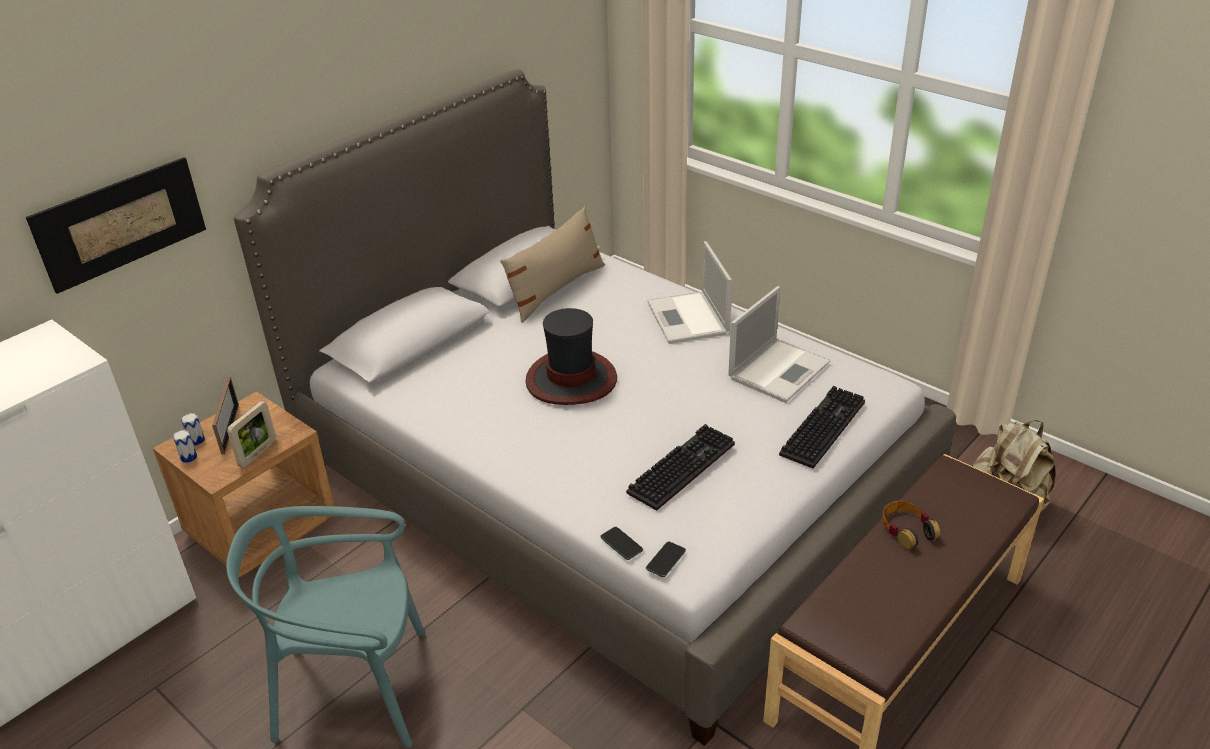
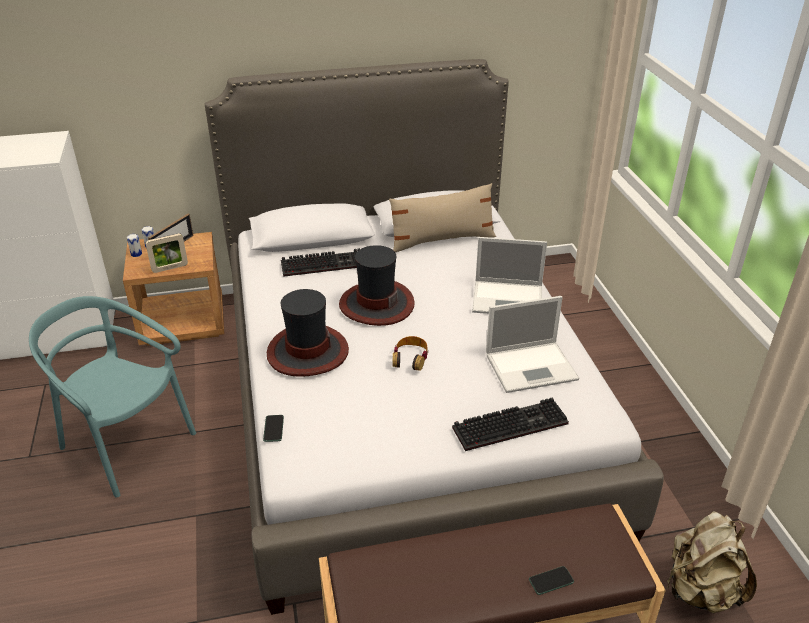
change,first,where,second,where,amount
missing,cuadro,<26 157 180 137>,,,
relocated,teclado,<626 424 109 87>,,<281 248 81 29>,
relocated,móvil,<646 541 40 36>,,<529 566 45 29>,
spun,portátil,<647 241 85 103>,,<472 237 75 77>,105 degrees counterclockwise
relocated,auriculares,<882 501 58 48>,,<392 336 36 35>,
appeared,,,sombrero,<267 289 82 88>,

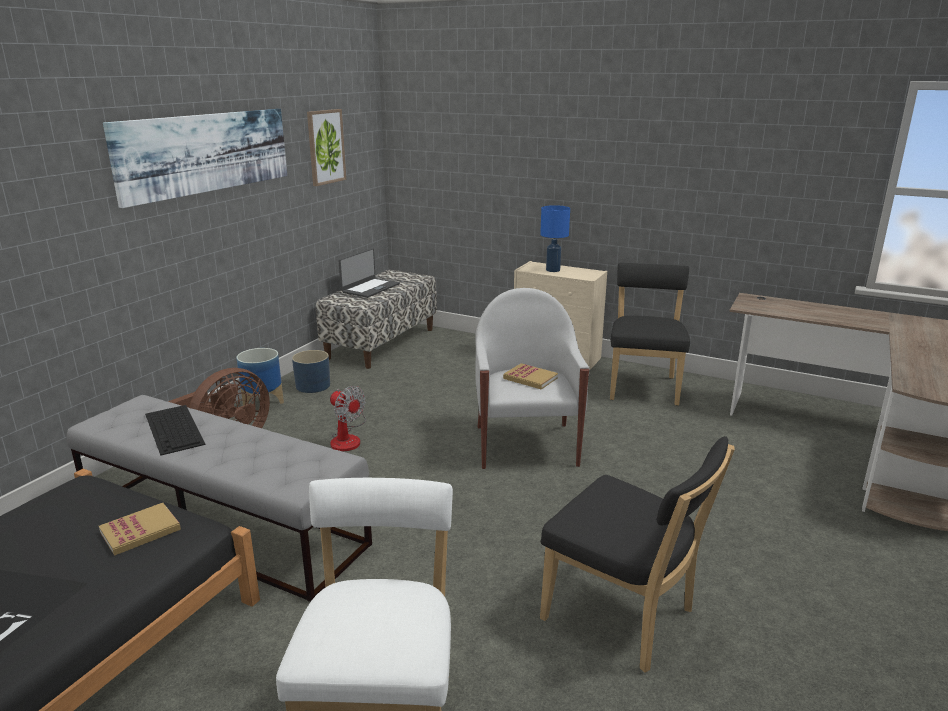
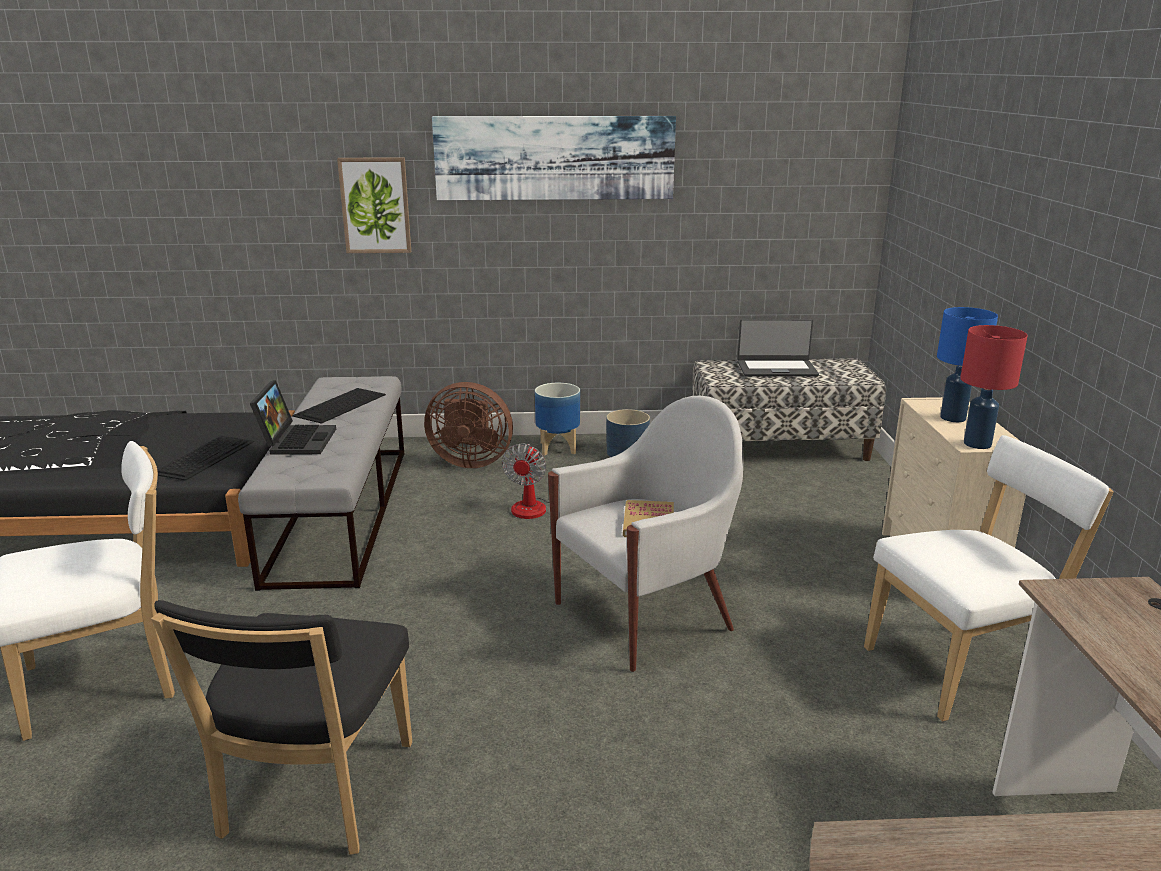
change,first,where,second,where,amount
exchanged,libro,<99 503 82 53>,teclado,<157 436 97 45>,
relocated,cuadro,<307 109 39 77>,,<337 157 74 96>,
colour,silla/negro,<610 263 80 143>,silla/blanco,<864 435 250 286>,
appeared,,,portátil,<250 380 86 75>,
appeared,,,lámpara de mesa/rojo,<960 325 68 124>,

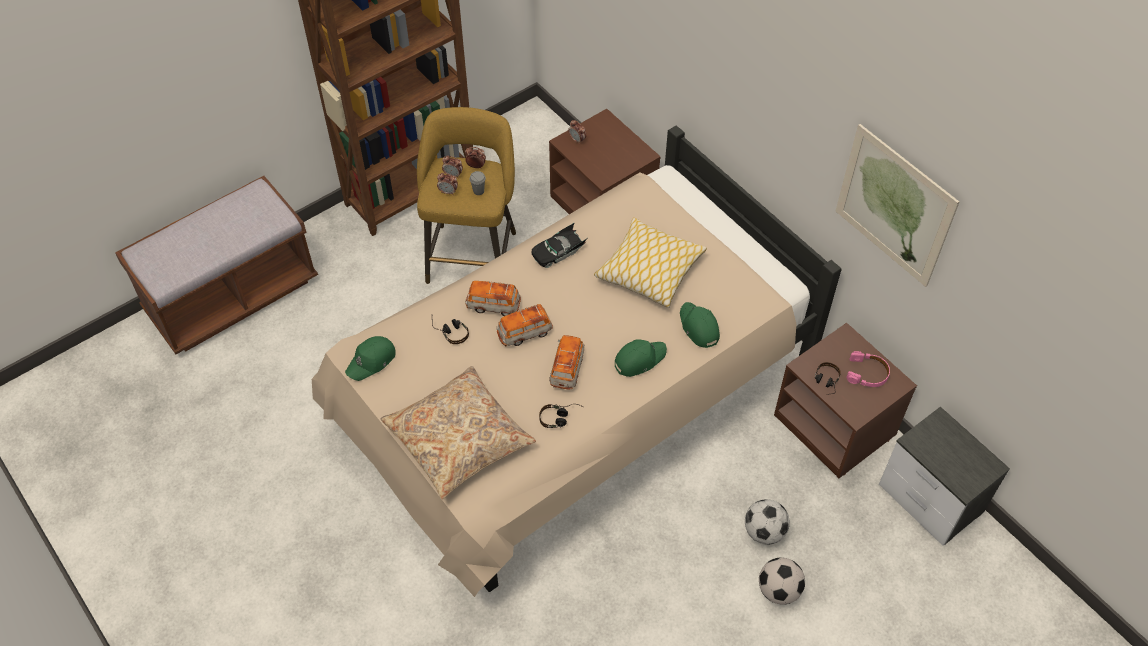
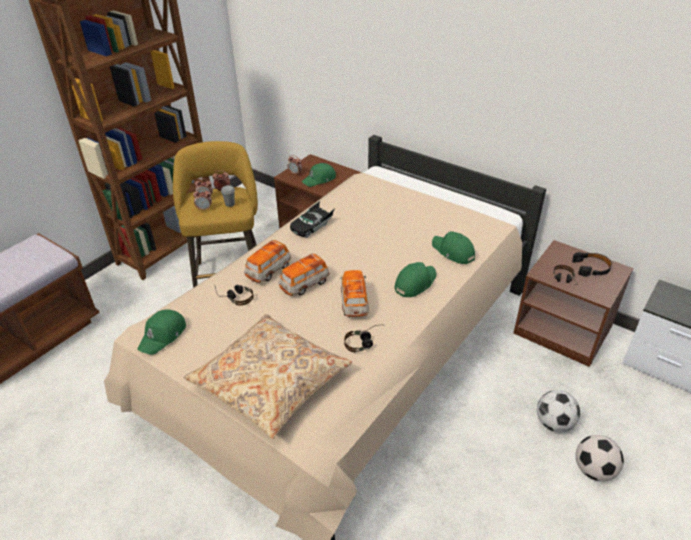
change,first,where,second,where,amount
spun,coche de juguete,<465 281 56 35>,,<244 240 47 43>,45 degrees counterclockwise
missing,cojín,<594 217 113 91>,,,
missing,cuadro,<836 124 123 163>,,,
colour,auriculares/rosa,<846 351 44 36>,auriculares/negro,<572 252 40 25>,
appeared,,,gorra/verde,<301 163 35 24>,

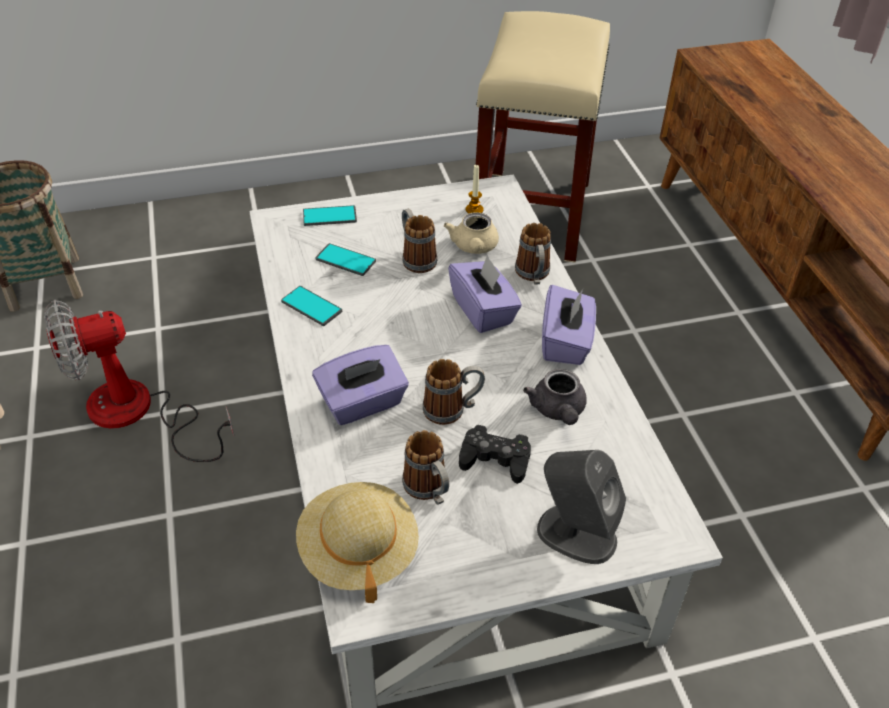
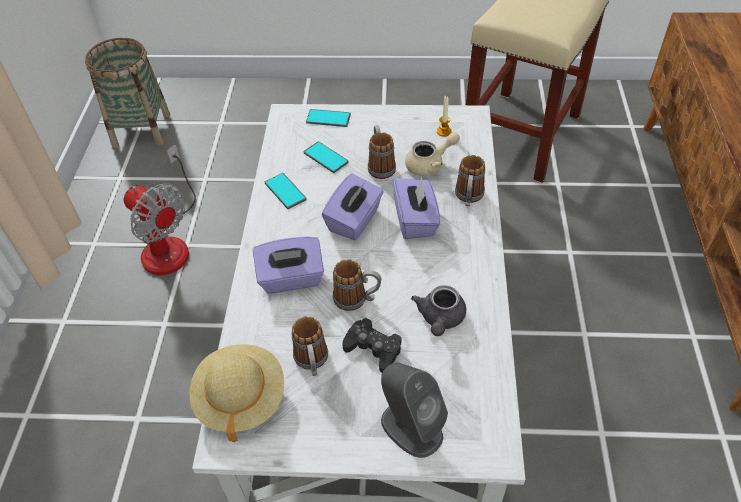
change,first,where,second,where,amount
spun,ventilador,<44 300 190 162>,,<124 144 72 131>,135 degrees counterclockwise
spun,tetera/beis,<444 212 55 42>,,<405 132 55 44>,135 degrees counterclockwise
relocated,caja de pañuelos/morado,<542 285 54 80>,,<322 173 62 67>,

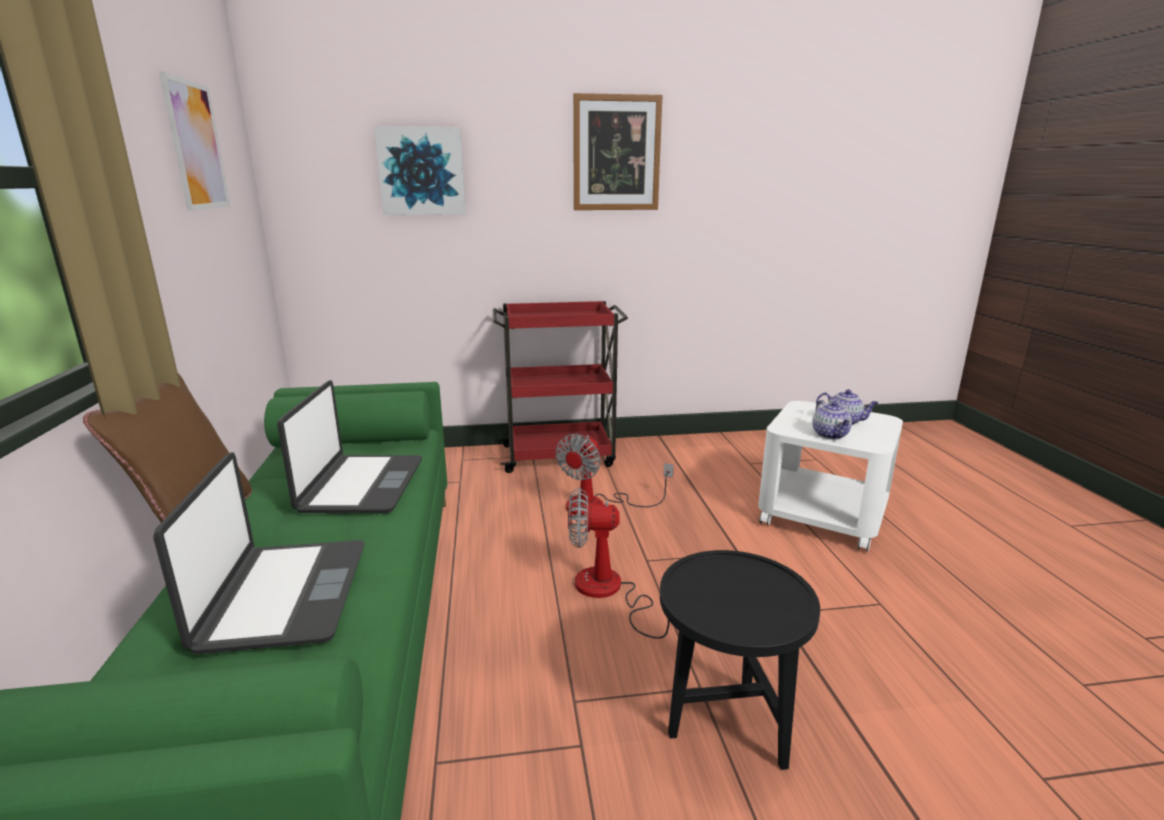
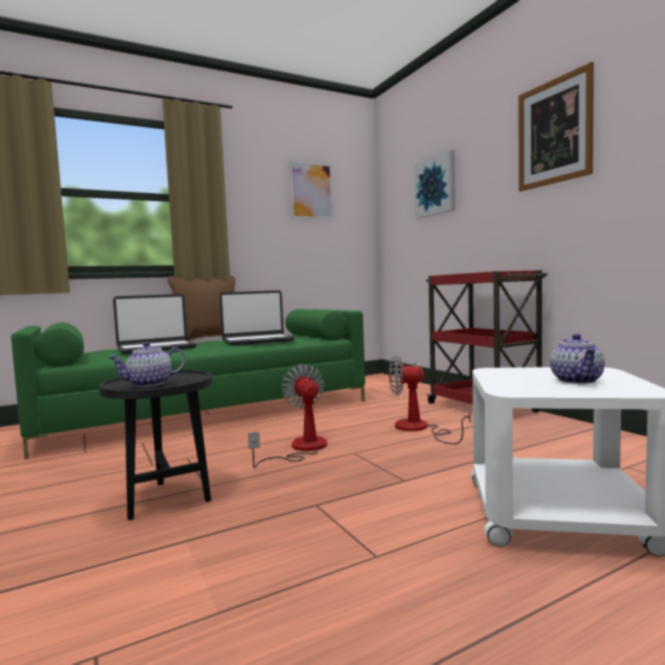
change,first,where,second,where,amount
relocated,tetera,<812 400 40 39>,,<108 342 77 45>,

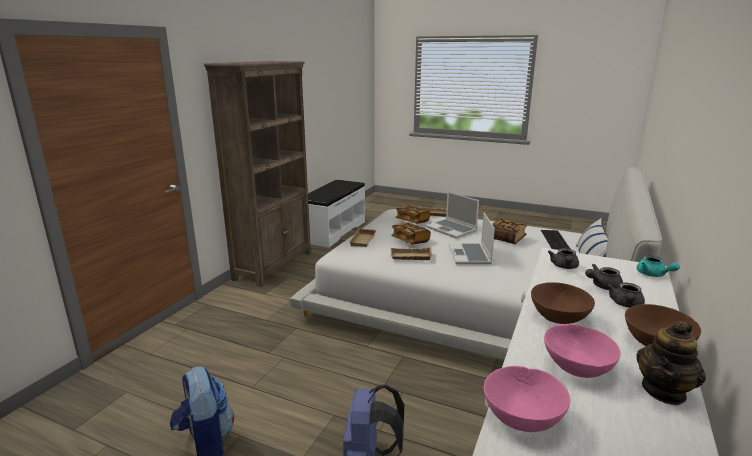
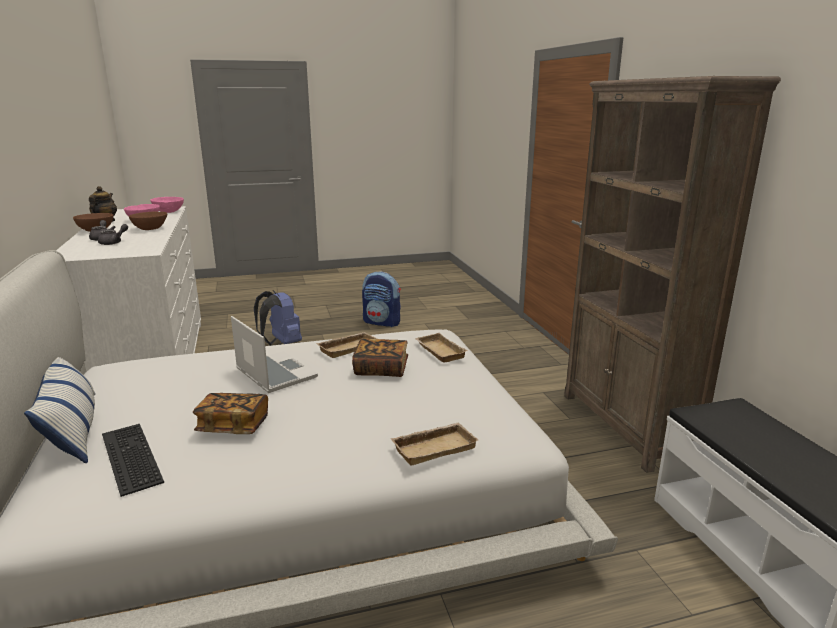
change,first,where,second,where,amount
missing,libro,<395 205 35 19>,,,
missing,portátil,<426 191 53 47>,,,
missing,tetera/gris,<548 248 31 21>,,,
missing,tetera/turquesa,<636 255 44 22>,,,

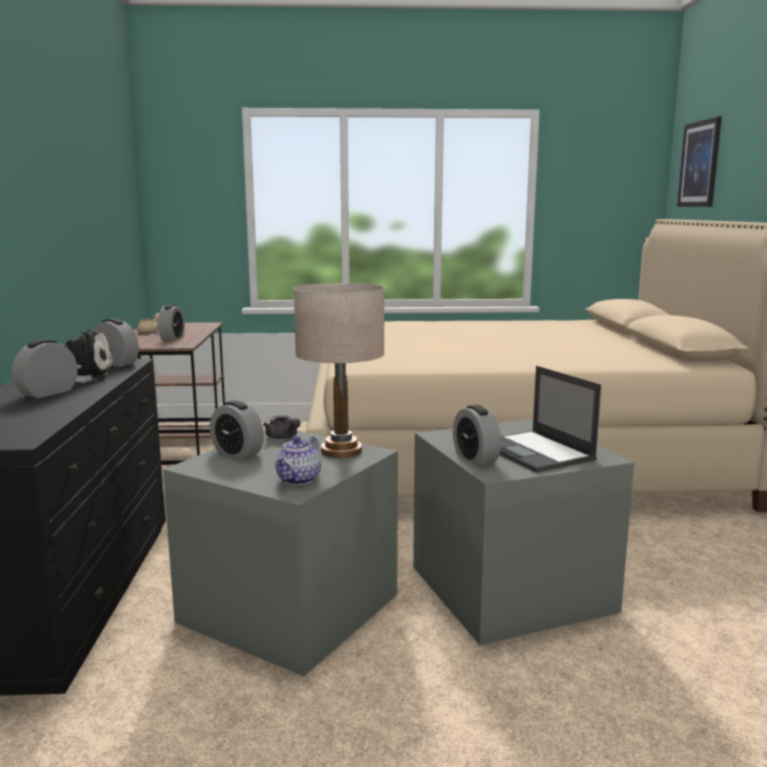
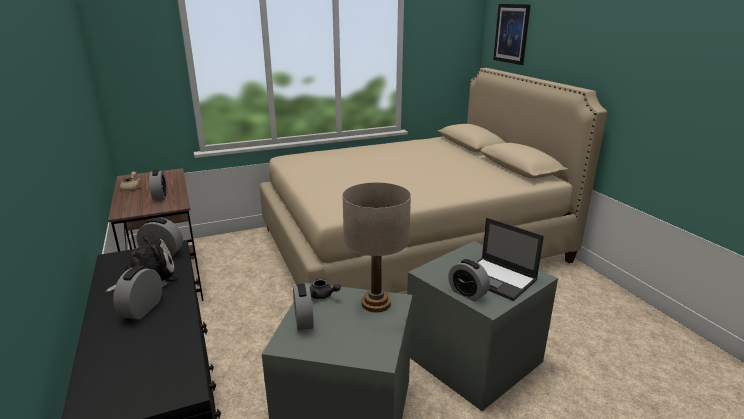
change,first,where,second,where,amount
spun,despertador,<210 400 54 59>,,<293 283 21 48>,120 degrees counterclockwise
missing,tetera,<275 437 46 48>,,,

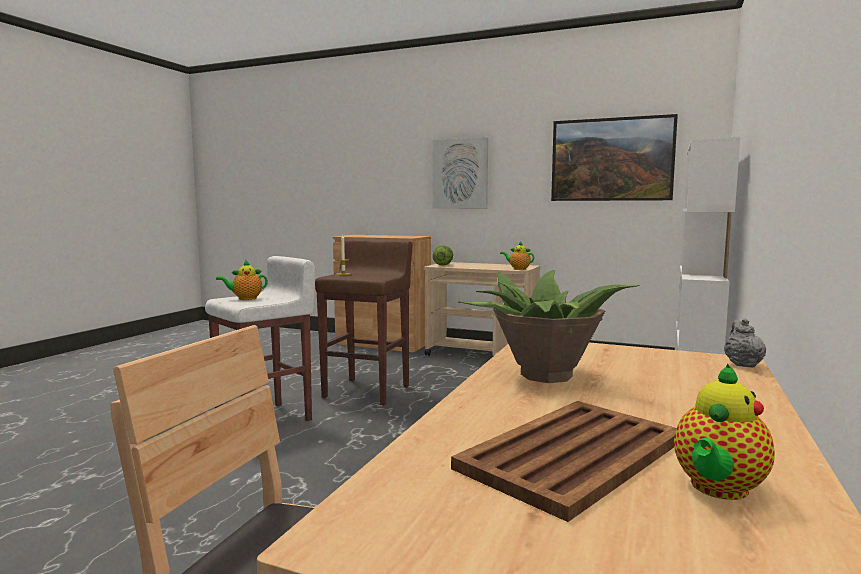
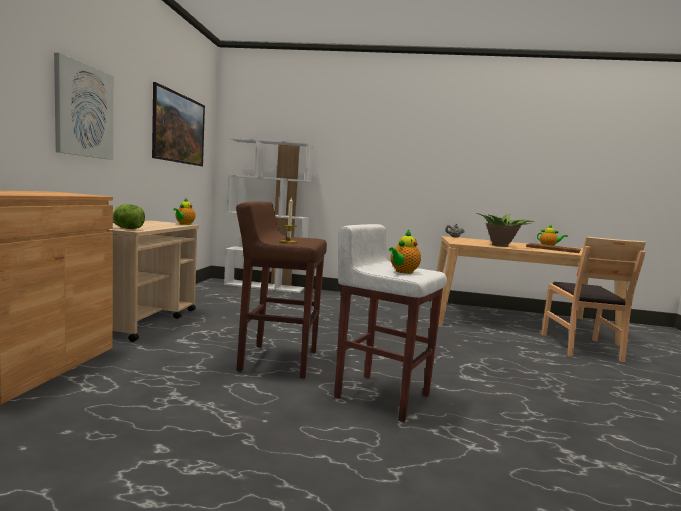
change,first,where,second,where,amount
spun,tetera,<216 260 52 40>,,<389 230 32 44>,75 degrees clockwise

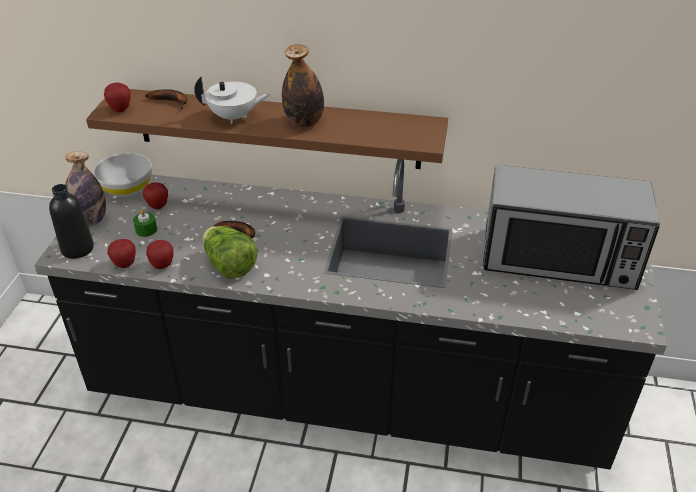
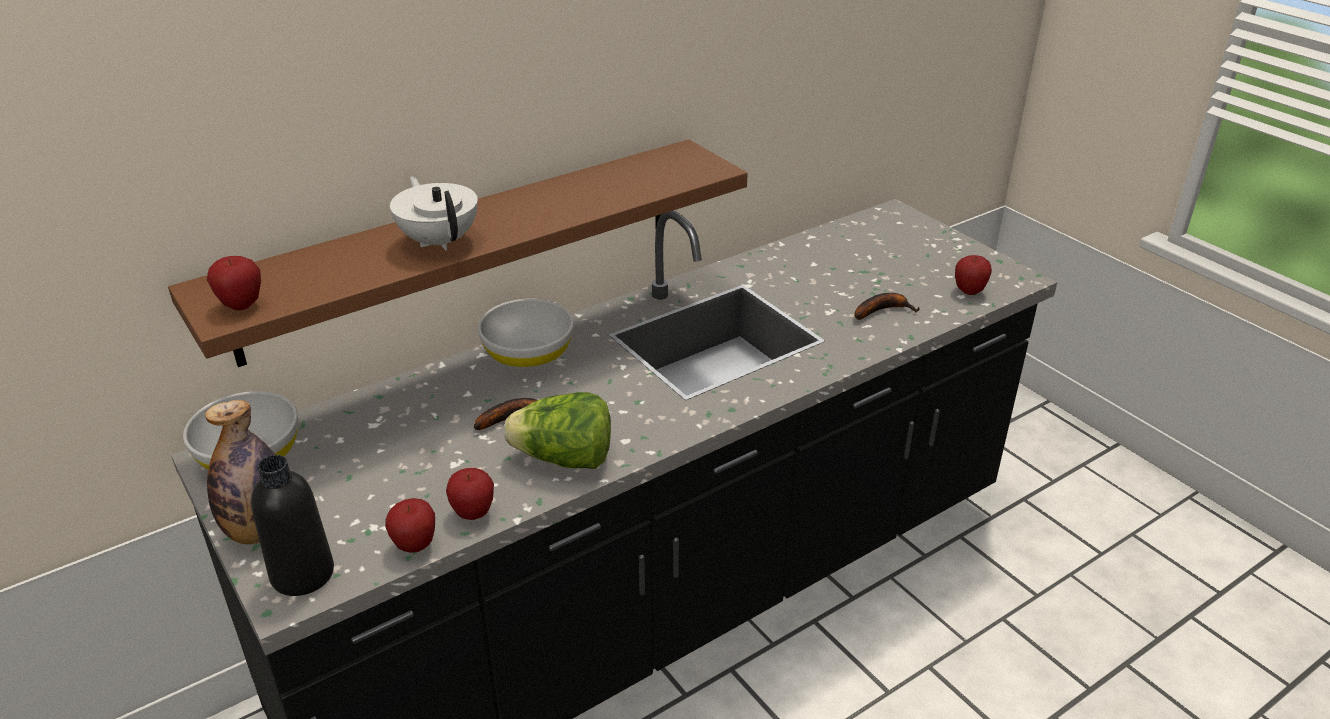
change,first,where,second,where,amount
missing,vela/verde,<133 209 24 28>,,,
relocated,manzana,<142 183 26 26>,,<955 255 37 40>,
relocated,plátano,<145 89 42 21>,,<854 293 66 27>,
spun,tetera/blanco,<194 76 77 48>,,<390 176 88 75>,75 degrees counterclockwise
missing,botella,<282 44 42 83>,,,
missing,microondas,<483 165 177 125>,,,
appeared,,,cuenco/blanco,<478 299 96 72>,

